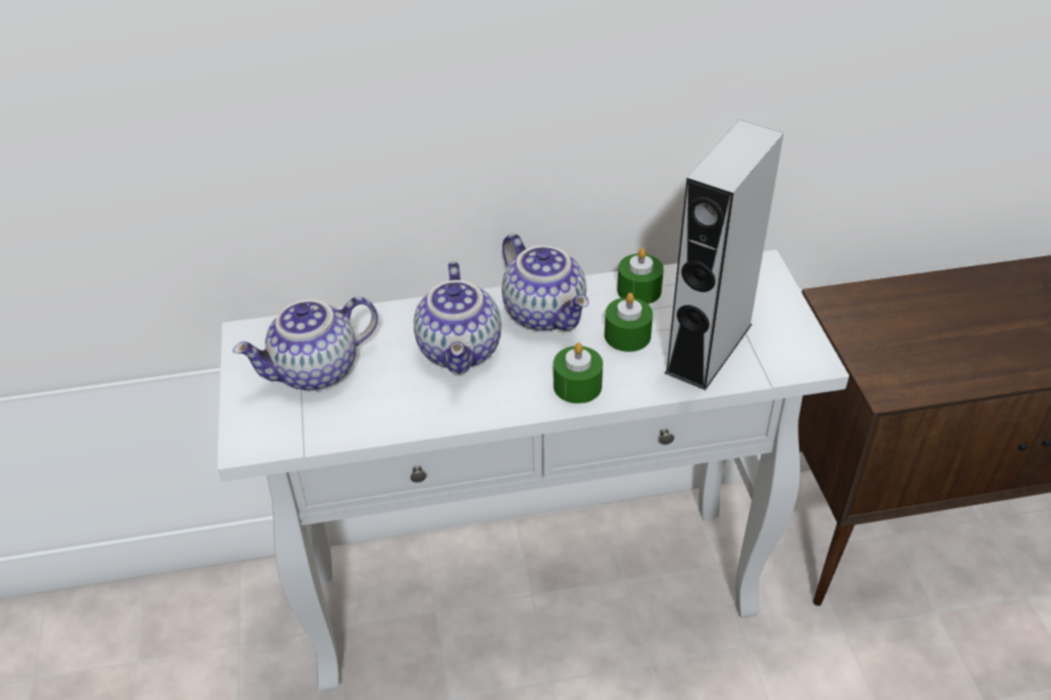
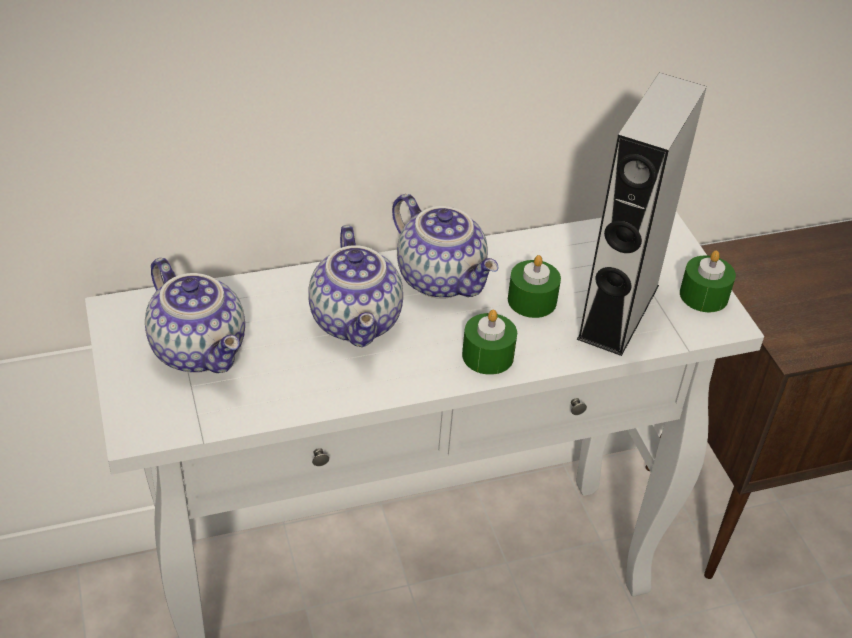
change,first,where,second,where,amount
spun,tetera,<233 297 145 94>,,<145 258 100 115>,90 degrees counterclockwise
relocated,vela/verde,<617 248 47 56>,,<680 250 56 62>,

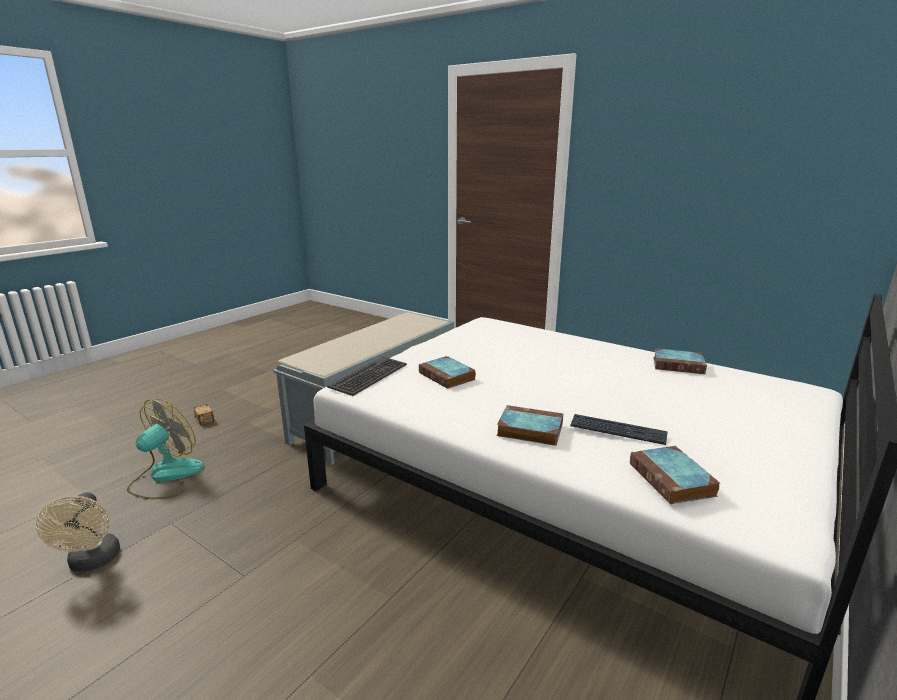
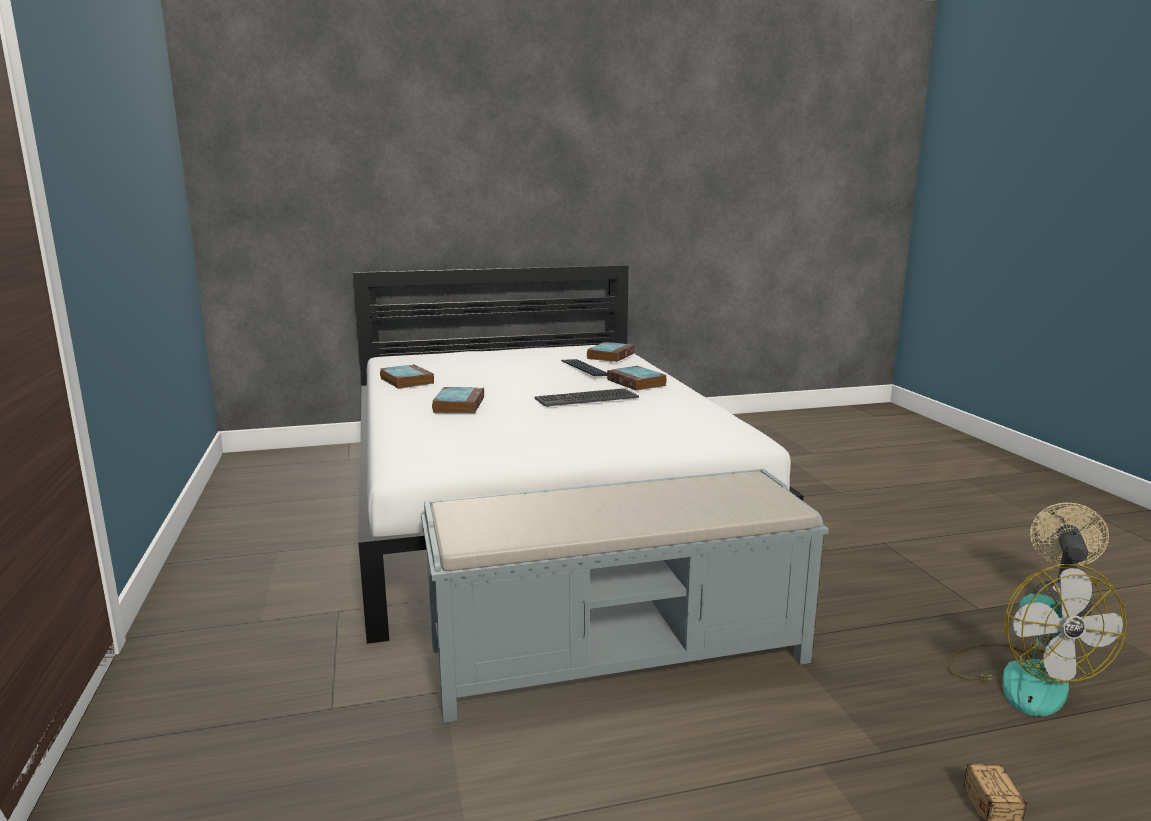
change,first,where,second,where,amount
spun,ventilador,<127 399 77 100>,,<946 564 181 152>,75 degrees counterclockwise
relocated,teclado,<327 357 80 39>,,<535 388 104 19>,
relocated,libro,<419 356 57 33>,,<432 387 52 26>,

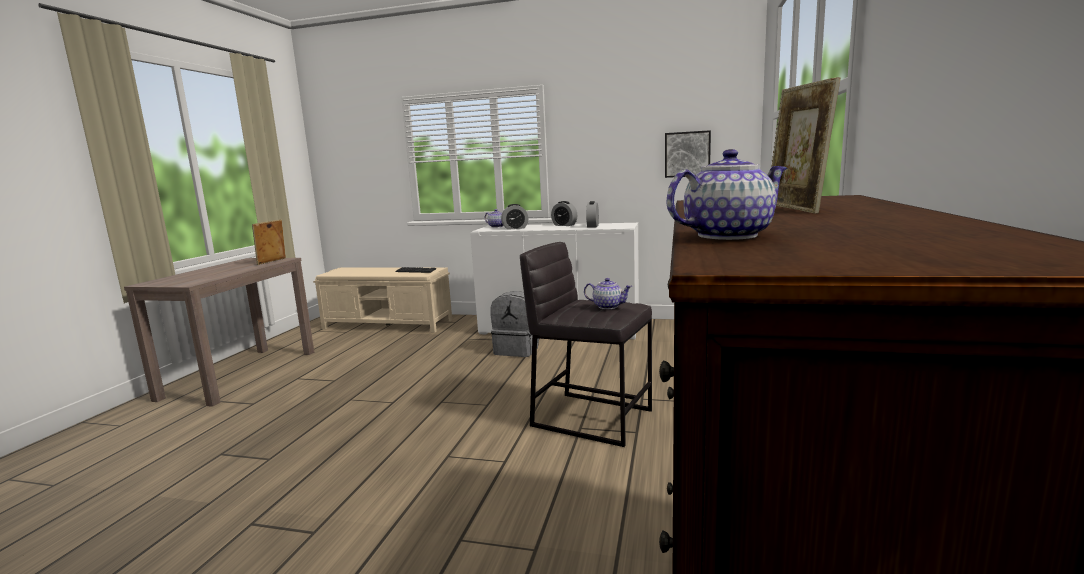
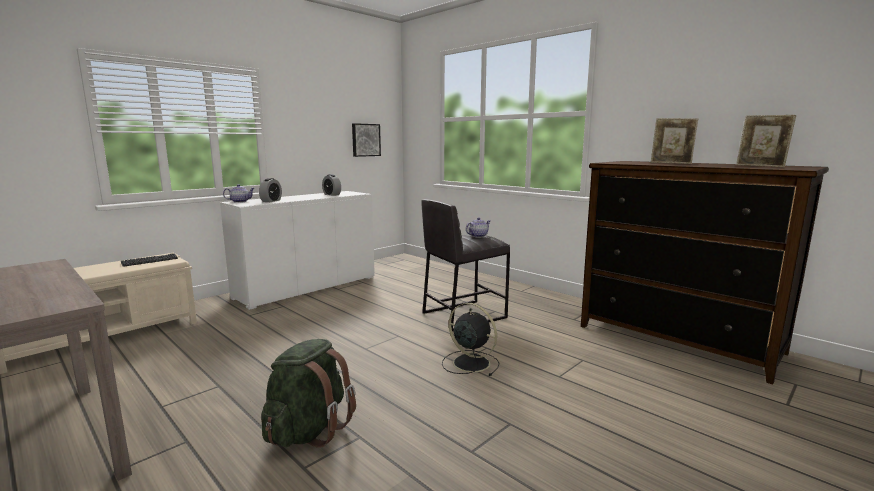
change,first,where,second,where,amount
relocated,portarretratos,<252 219 34 46>,,<736 115 60 52>,
missing,mochila/gris,<490 291 49 66>,,,
missing,despertador,<551 201 26 25>,,,
missing,tetera,<666 149 121 91>,,,
appeared,,,mochila/verde,<261 339 95 109>,
appeared,,,ventilador/negro,<442 303 57 73>,

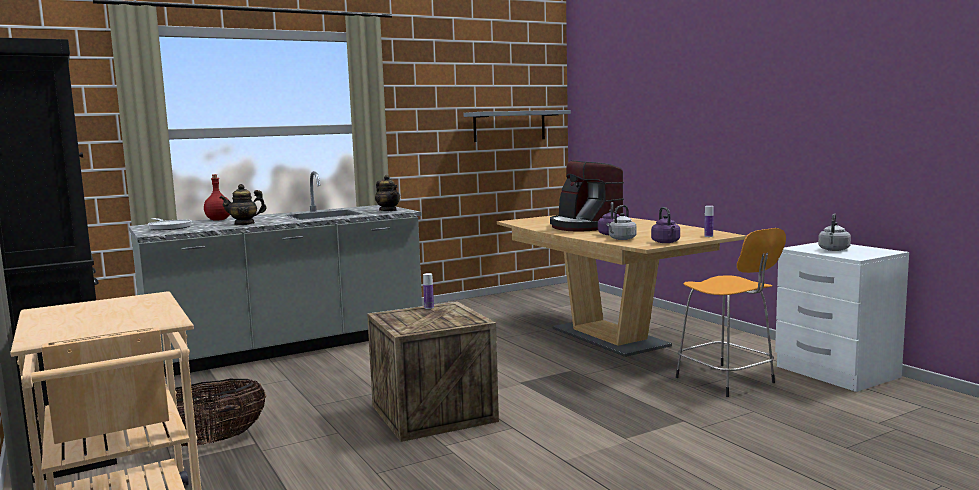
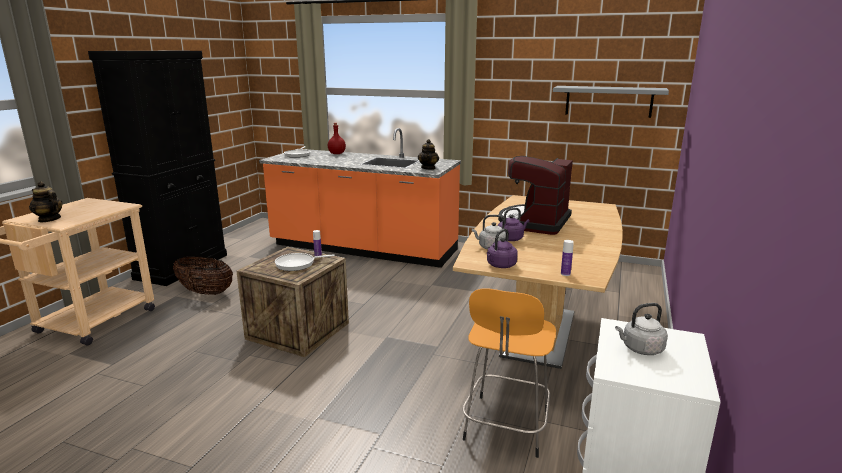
change,first,where,second,where,amount
colour,mueble bajo de cocina/gris,<128 171 294 206>,mueble bajo de cocina/naranja,<259 128 202 140>,
relocated,tetera,<220 184 47 41>,,<29 181 34 41>,
appeared,,,sartén,<275 253 60 18>,

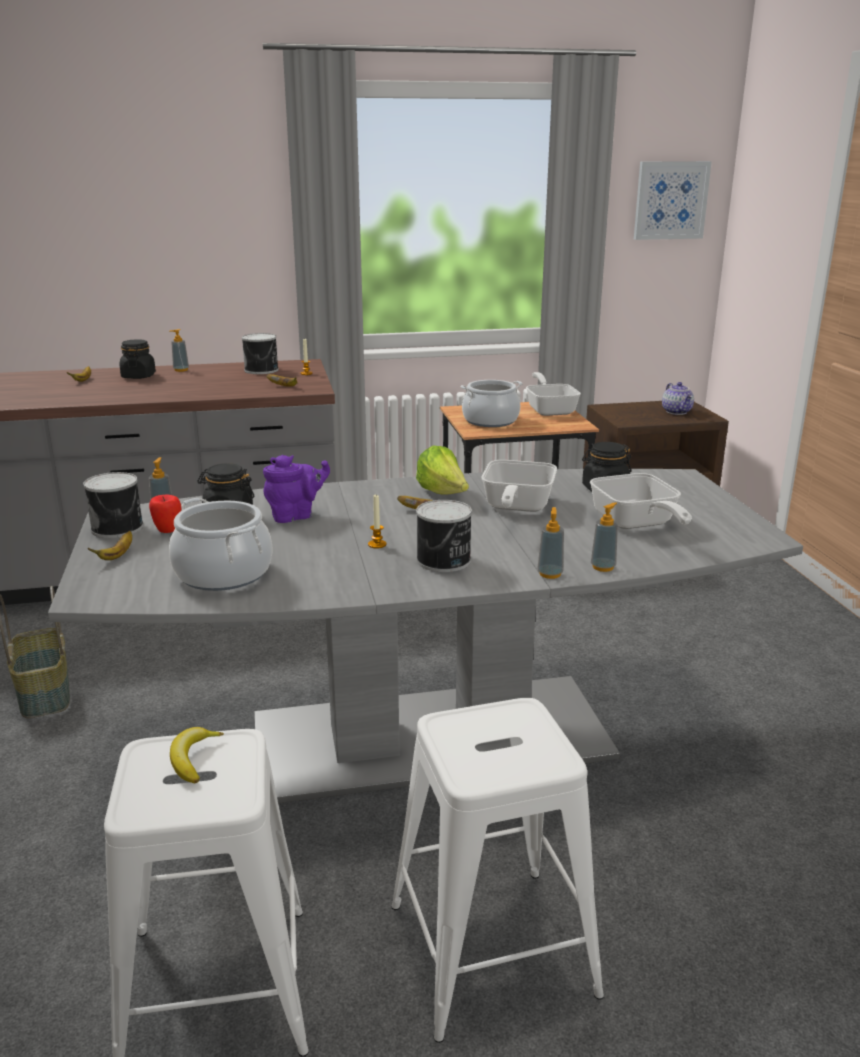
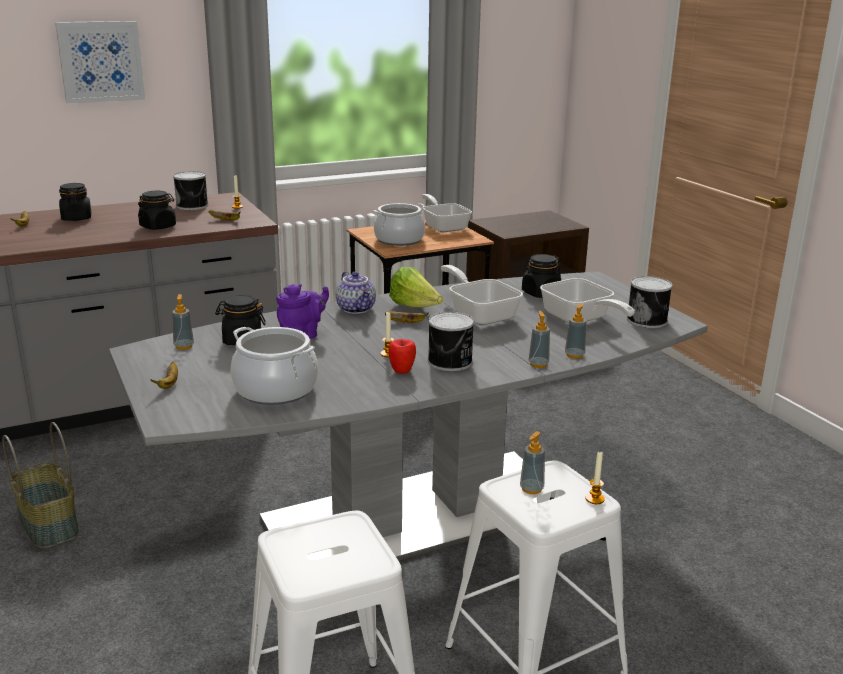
change,first,where,second,where,amount
relocated,lata,<83 472 61 66>,,<627 276 45 52>,
relocated,manzana,<149 495 32 38>,,<388 339 28 35>,
relocated,dispensador de jabón,<169 329 20 43>,,<520 431 25 63>,
missing,plátano,<170 727 53 56>,,,
spun,sartén,<482 460 75 52>,,<441 265 82 60>,150 degrees clockwise
relocated,cuadro,<634 161 78 79>,,<55 21 90 82>,
relocated,tetera,<662 382 32 33>,,<336 271 40 43>,
appeared,,,tarro/negro,<138 191 38 39>,
appeared,,,vela,<586 452 19 52>,

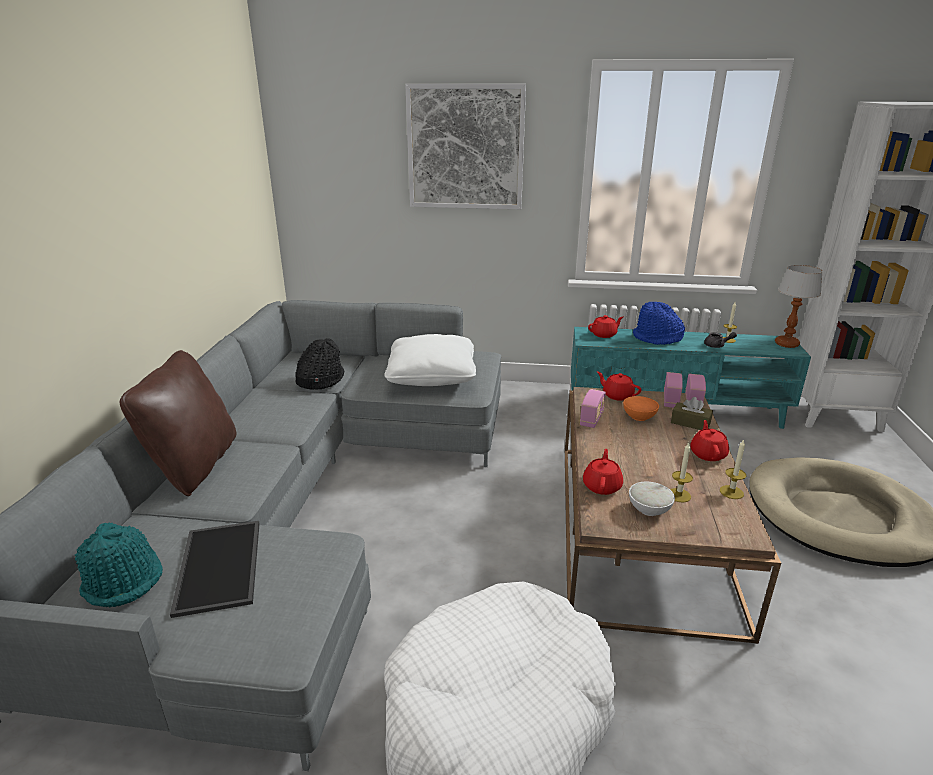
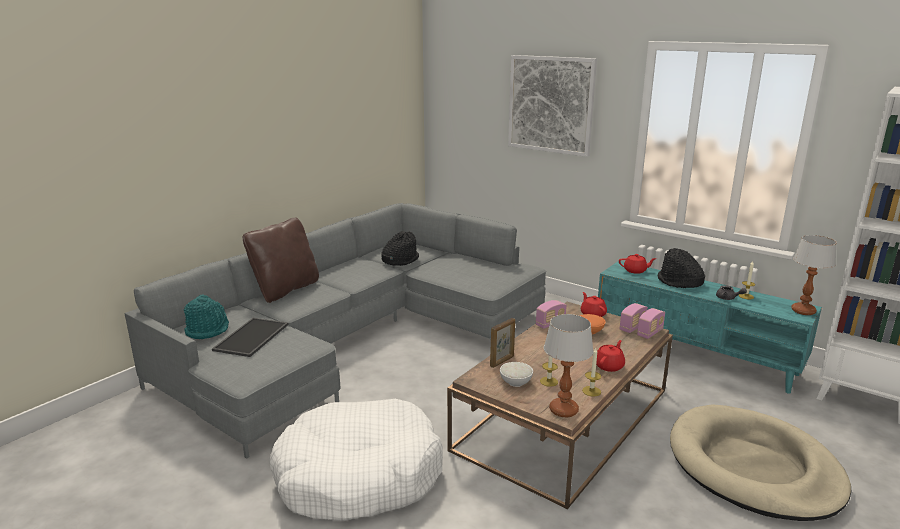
change,first,where,second,where,amount
missing,cojín/blanco,<384 334 92 52>,,,
exchanged,tetera/rojo,<583 449 40 46>,portarretratos,<490 318 25 50>,
colour,sombrero/azul,<633 302 52 43>,sombrero/negro,<658 248 47 40>,
missing,caja de pañuelos/marrón,<671 397 42 33>,,,
appeared,,,lámpara de mesa,<544 314 50 103>,

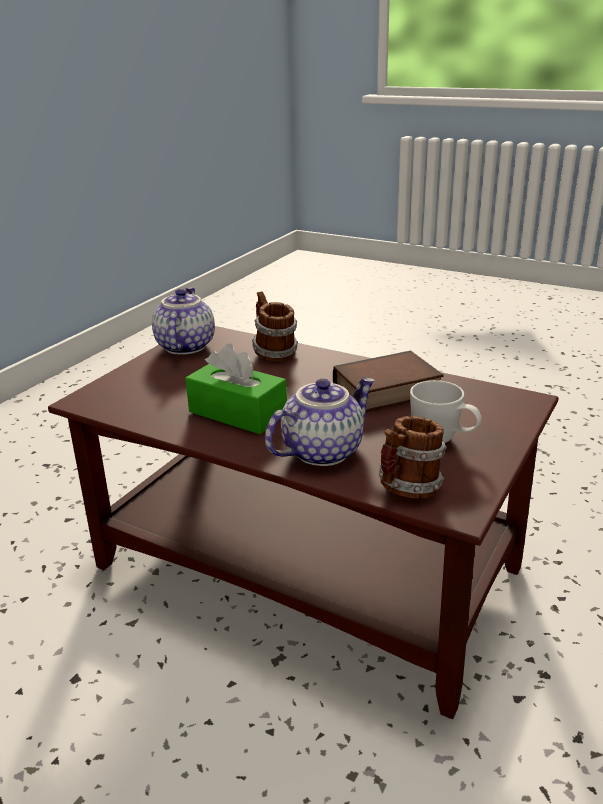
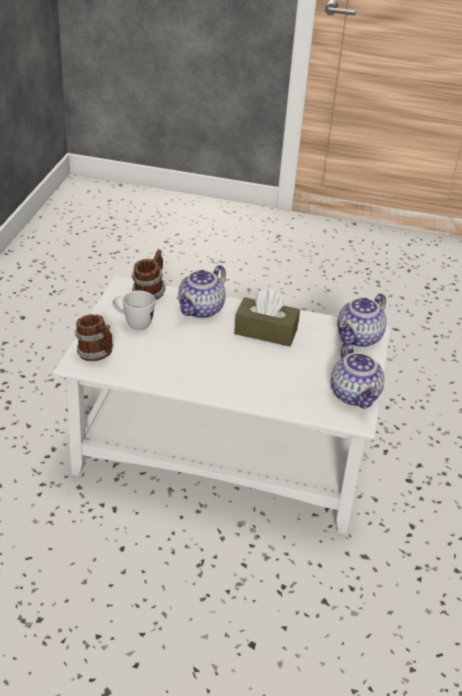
change,first,where,second,where,amount
colour,mesa de centro/marrón,<48 326 510 394>,mesa de centro/blanco,<53 276 338 259>,
colour,caja de pañuelos/verde,<185 344 102 90>,caja de pañuelos/marrón,<234 289 66 57>,
relocated,taza grande,<252 291 46 70>,,<75 314 39 47>,
missing,libro,<333 351 110 61>,,,
appeared,,,tetera,<337 293 50 55>,

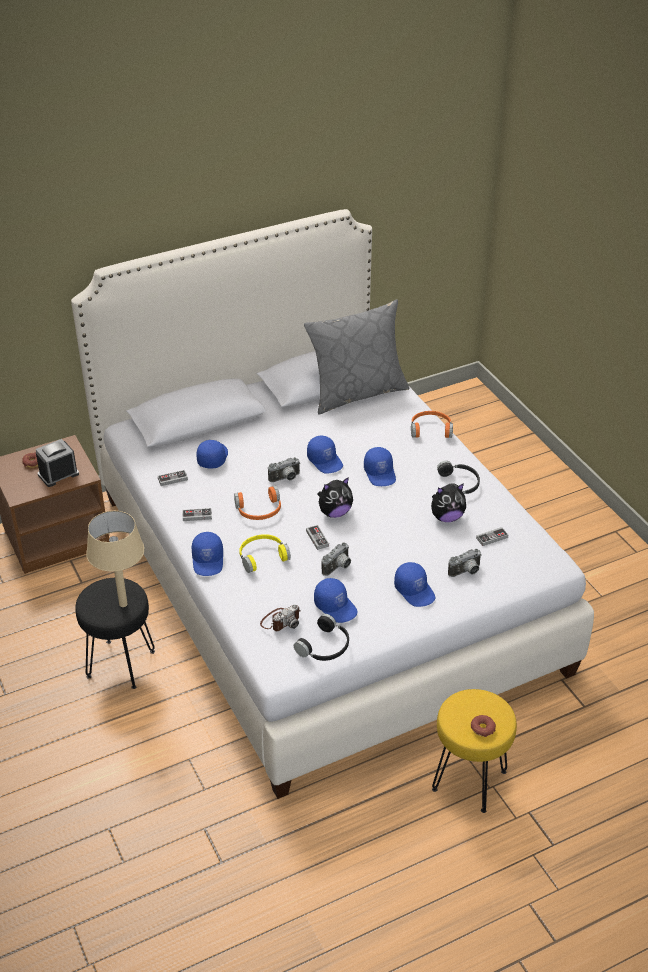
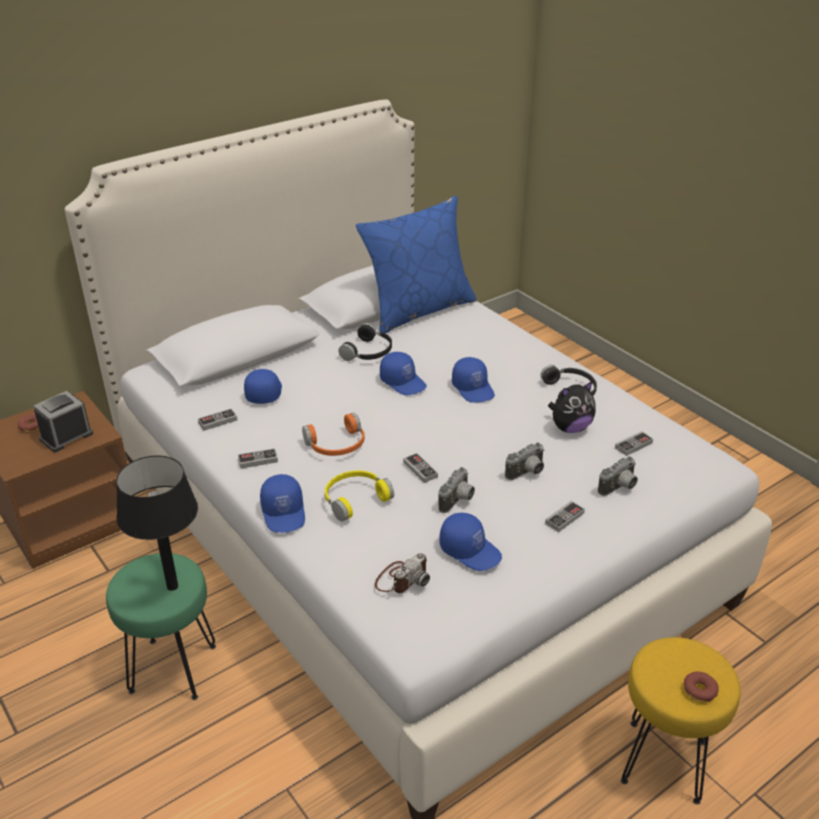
change,first,where,second,where,amount
colour,taburete/negro,<75 578 80 111>,taburete/verde,<106 553 110 147>,
colour,lámpara de mesa/beis,<86 511 58 96>,lámpara de mesa/negro,<116 455 82 136>,
relocated,cámara,<268 457 33 25>,,<505 442 39 38>,
relocated,auriculares/negro,<294 614 55 47>,,<338 323 54 38>,
colour,cojín/gris,<304 300 105 114>,cojín/azul,<356 195 121 138>,
missing,peluche,<317 477 36 41>,,,
exchanged,gorra/azul,<394 562 41 45>,mando de consola,<545 501 40 31>,
missing,auriculares/naranja,<411 411 42 27>,,,

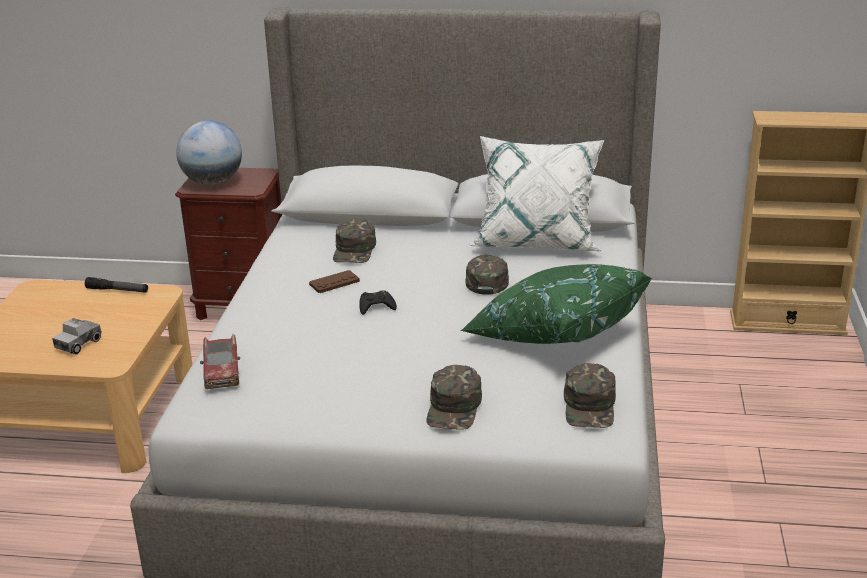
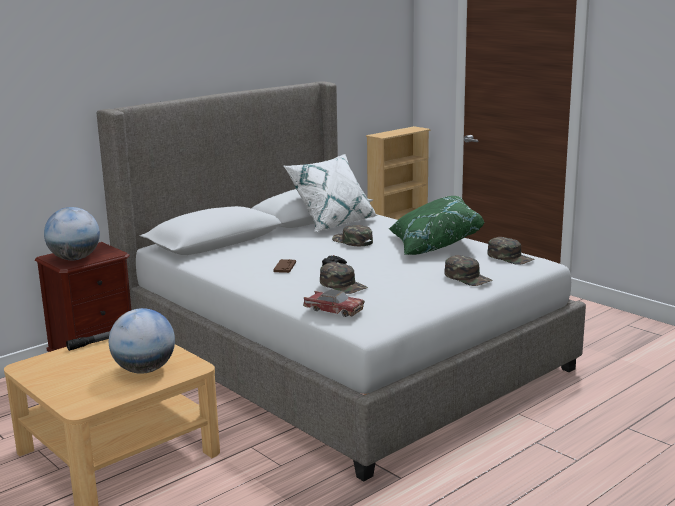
change,first,where,second,where,amount
exchanged,camión de juguete,<52 318 50 37>,globo terráqueo,<109 308 66 66>,
relocated,gorra/verde,<333 219 43 44>,,<320 262 48 32>,

